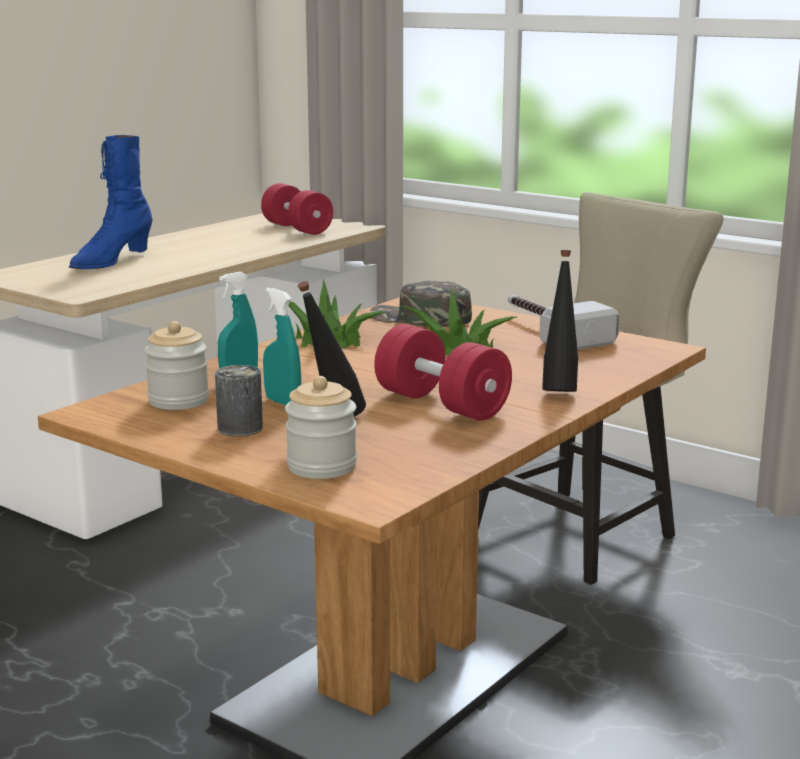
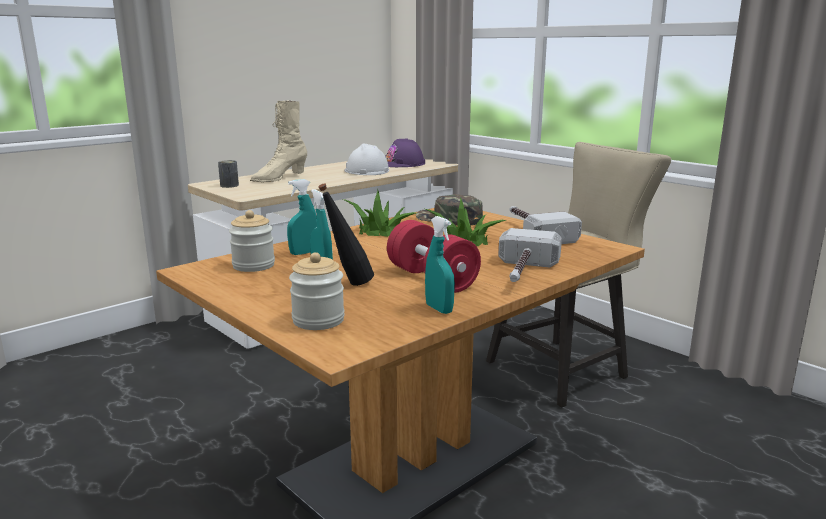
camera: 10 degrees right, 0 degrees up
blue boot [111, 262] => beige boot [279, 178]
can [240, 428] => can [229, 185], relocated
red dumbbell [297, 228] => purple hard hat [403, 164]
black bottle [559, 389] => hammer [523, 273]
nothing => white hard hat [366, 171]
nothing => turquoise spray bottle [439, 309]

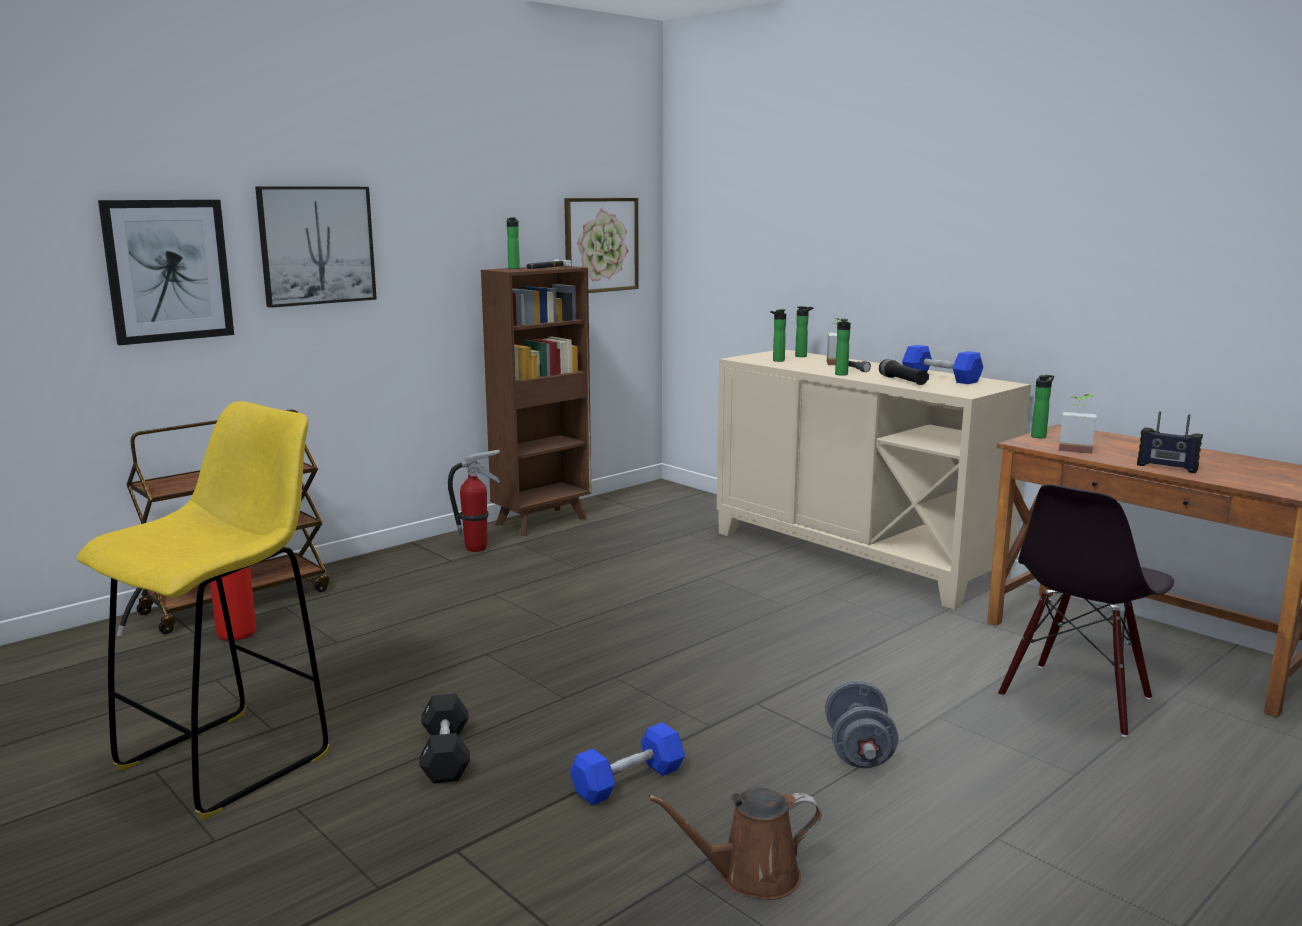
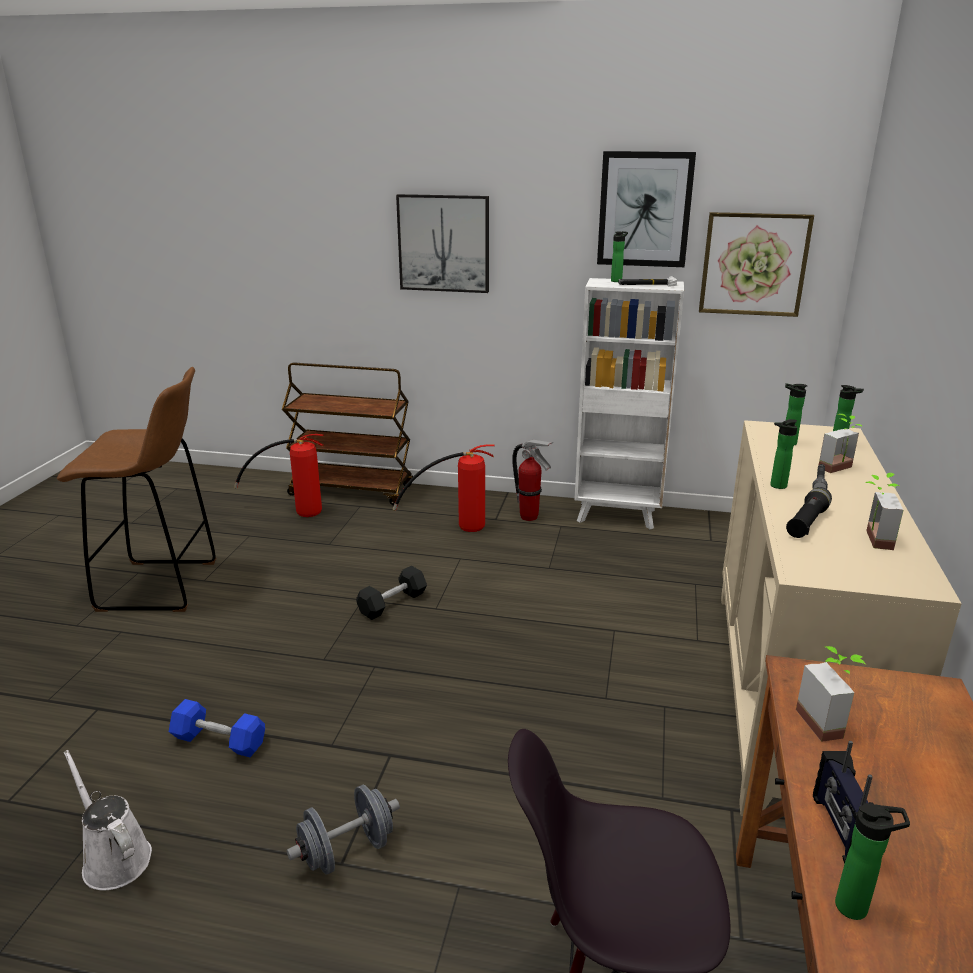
camera: 55 degrees right, 10 degrees up
yellow stool [230, 759] => brown stool [162, 586]
picture [168, 270] => picture [644, 209], relocated
black dumbbell [445, 755] => black dumbbell [392, 603], relocated
brown bookcase [543, 521] => white bookcase [618, 516]
brown watering can [751, 876] => white watering can [114, 857]
blue dumbbell [941, 378] => potted plant [871, 539]
bottle [1039, 436] => bottle [856, 907], relocated
nothing => fire extinguisher [456, 527]

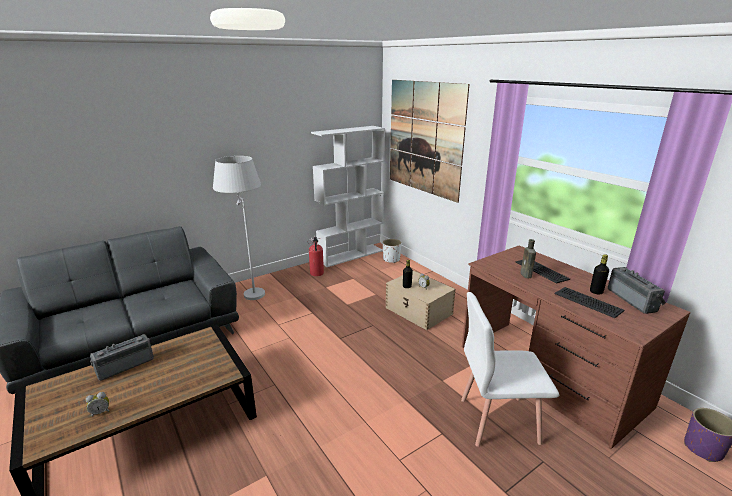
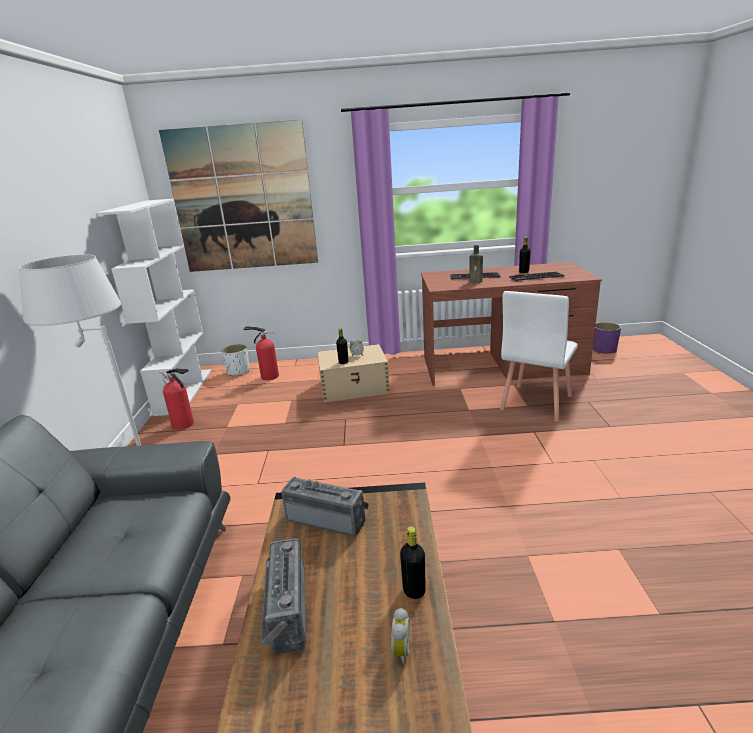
camera: 55 degrees left, 0 degrees up
radio [633, 300] => radio [328, 518], relocated
nothing => fire extinguisher [268, 376]
nothing => black bottle [414, 590]

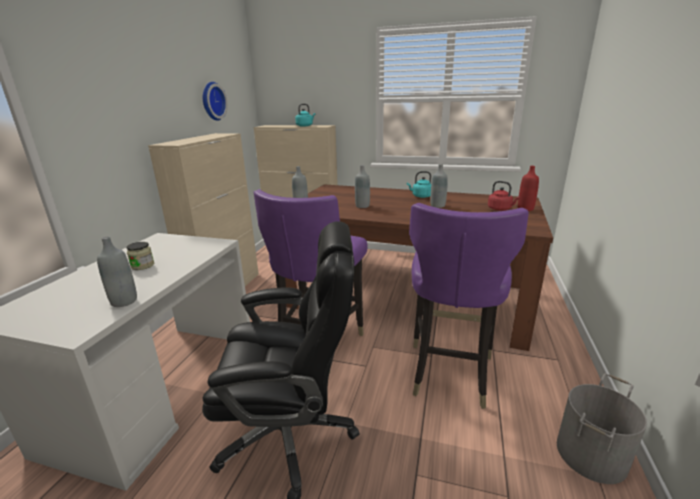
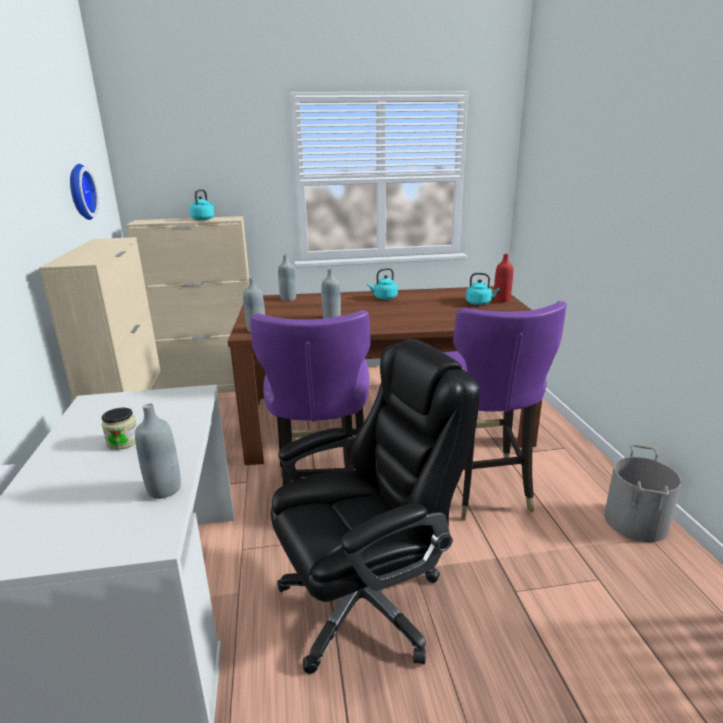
camera: 25 degrees left, 0 degrees up
grey bottle [437, 206] => grey bottle [288, 299], relocated
red kettle [500, 209] => turquoise kettle [479, 303]

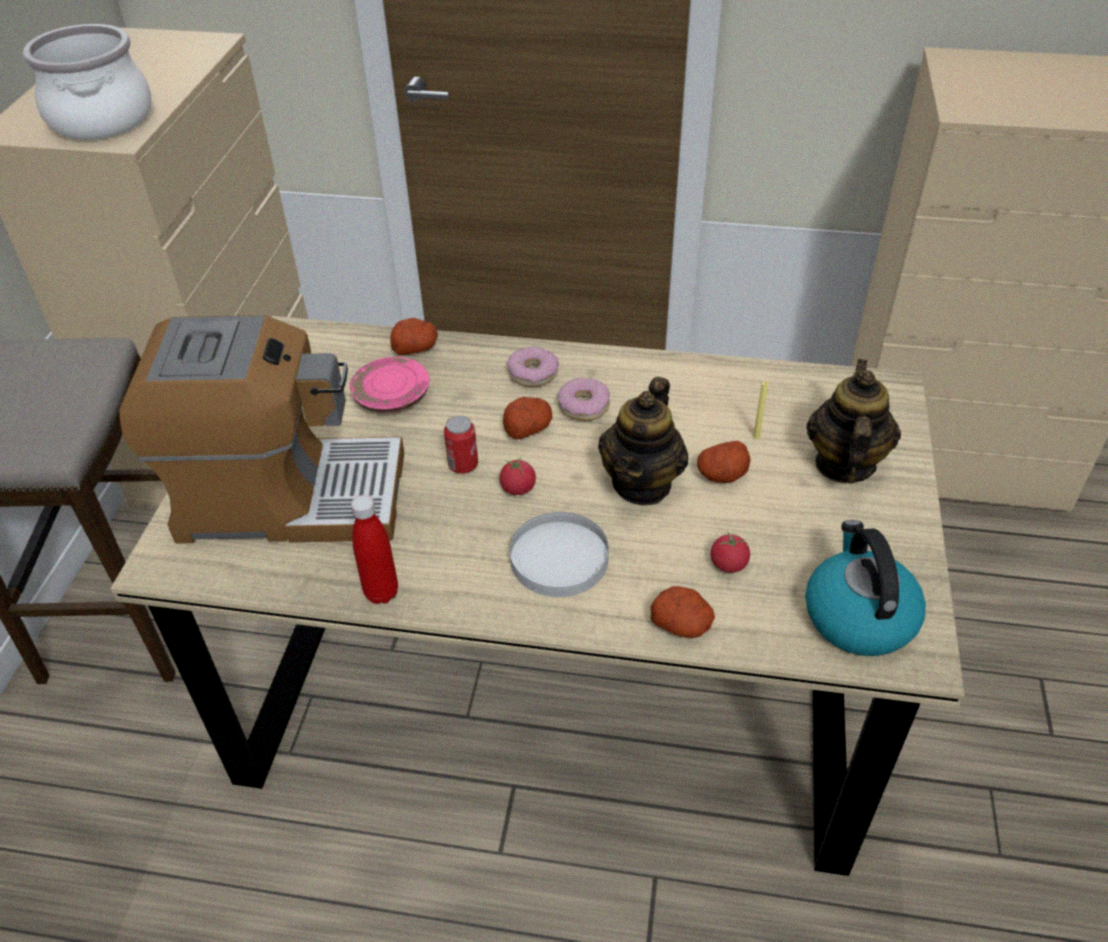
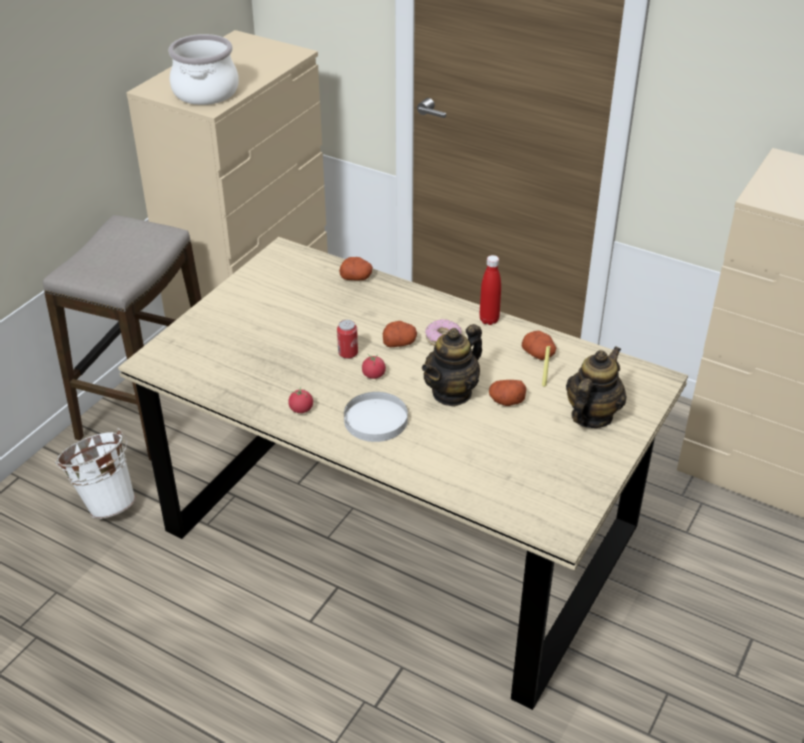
camera: 20 degrees right, 5 degrees down
coffee machine [288, 497] => nothing
pink plate [392, 396] => nothing
red bottle [381, 592] => red bottle [489, 320], relocated
donut [533, 373] => nothing
potato [682, 624] => potato [539, 354], relocated
tomato [728, 564] => tomato [301, 409], relocated
kettle [857, 616] => nothing
nothing => white bucket [106, 501]

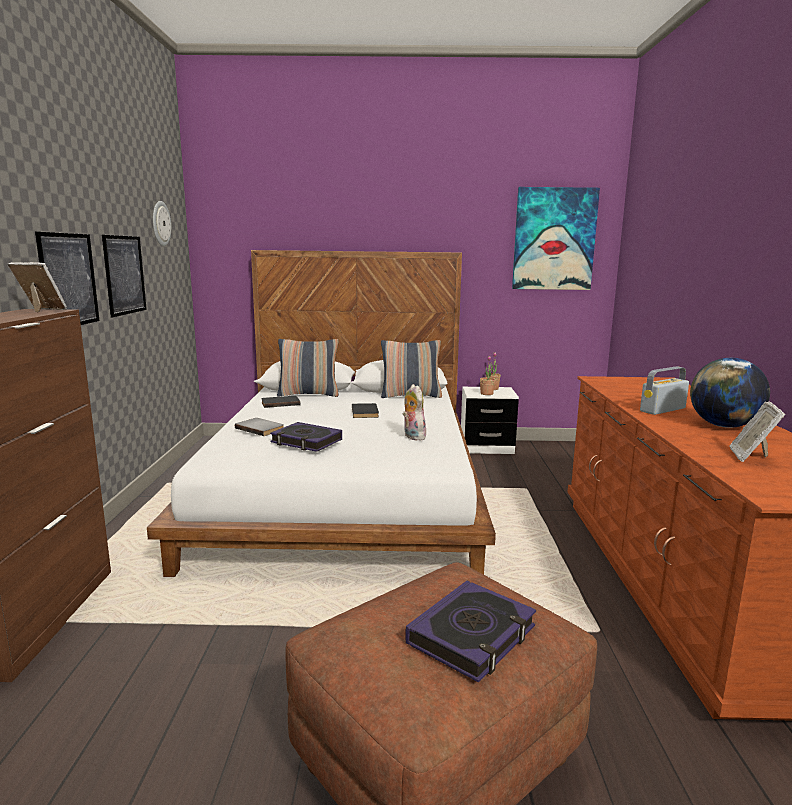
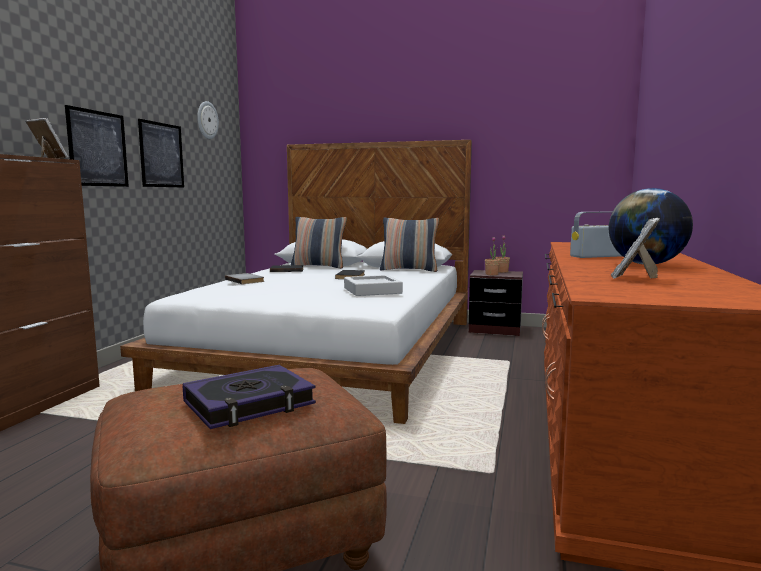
camera: 15 degrees right, 5 degrees down
book [306, 441] => nothing
plush toy [412, 436] => grey tray [372, 290]
white nightstand [486, 447] => brown nightstand [495, 329]
picture [554, 239] => nothing

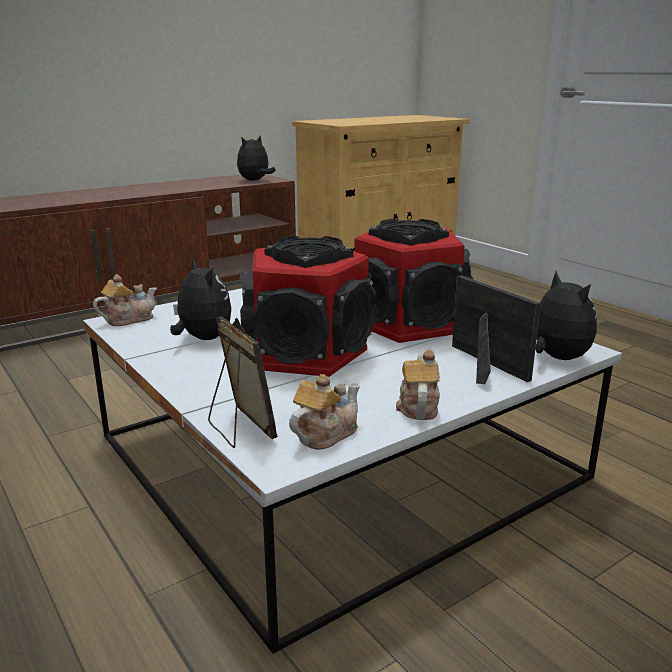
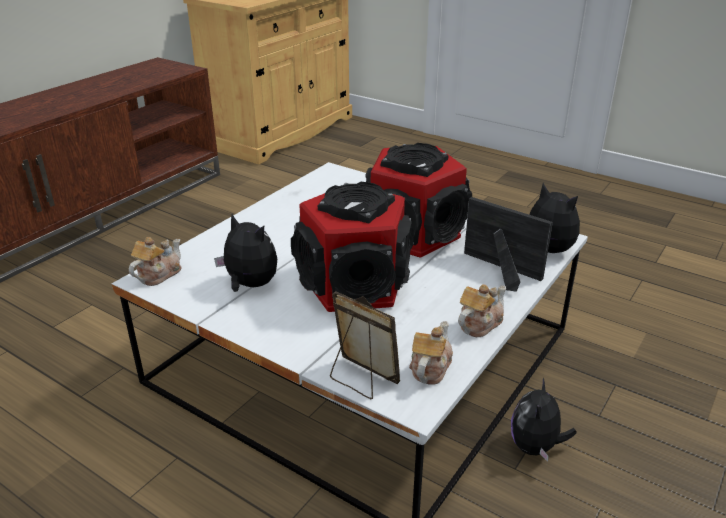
camera: 20 degrees left, 10 degrees up
plush toy [255, 180] => plush toy [535, 447], relocated
teapot [417, 407] => teapot [479, 324], 60 degrees clockwise

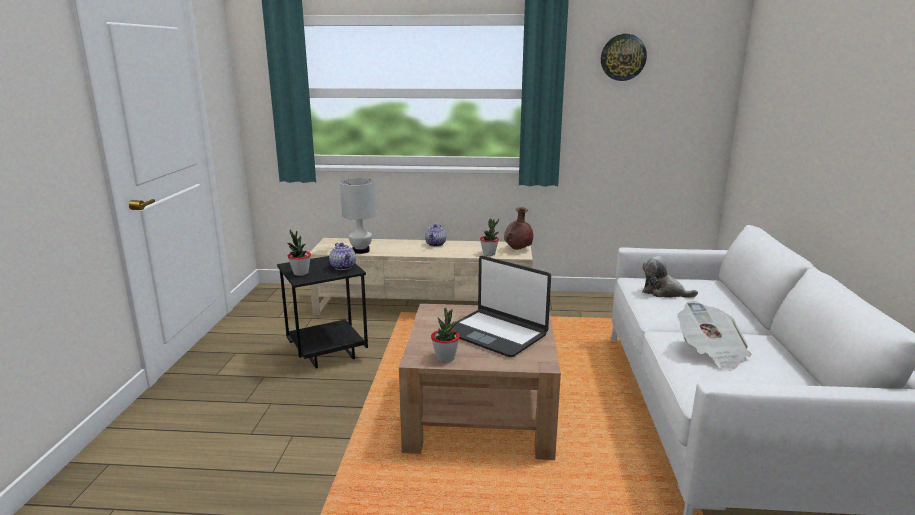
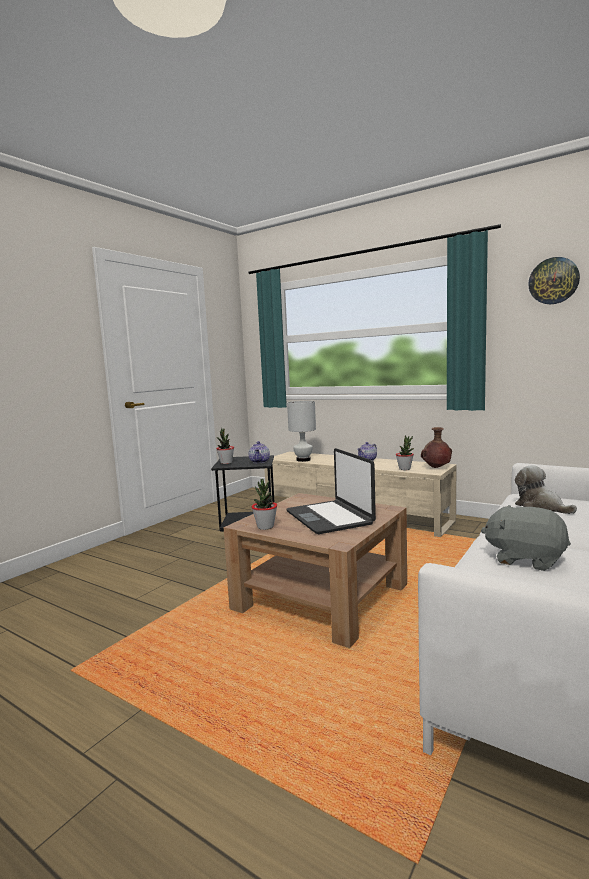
camera: 30 degrees right, 10 degrees down
newspaper [711, 352] => grey plush toy [525, 559]

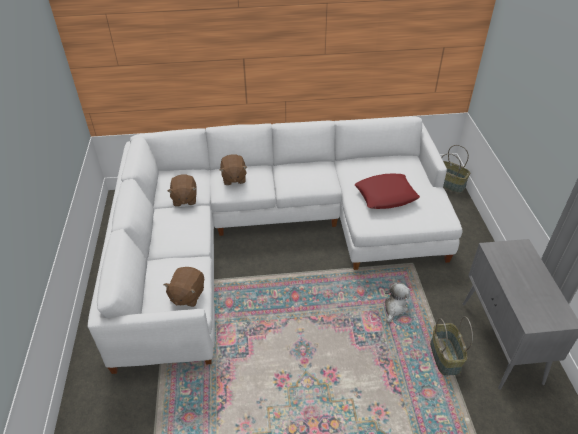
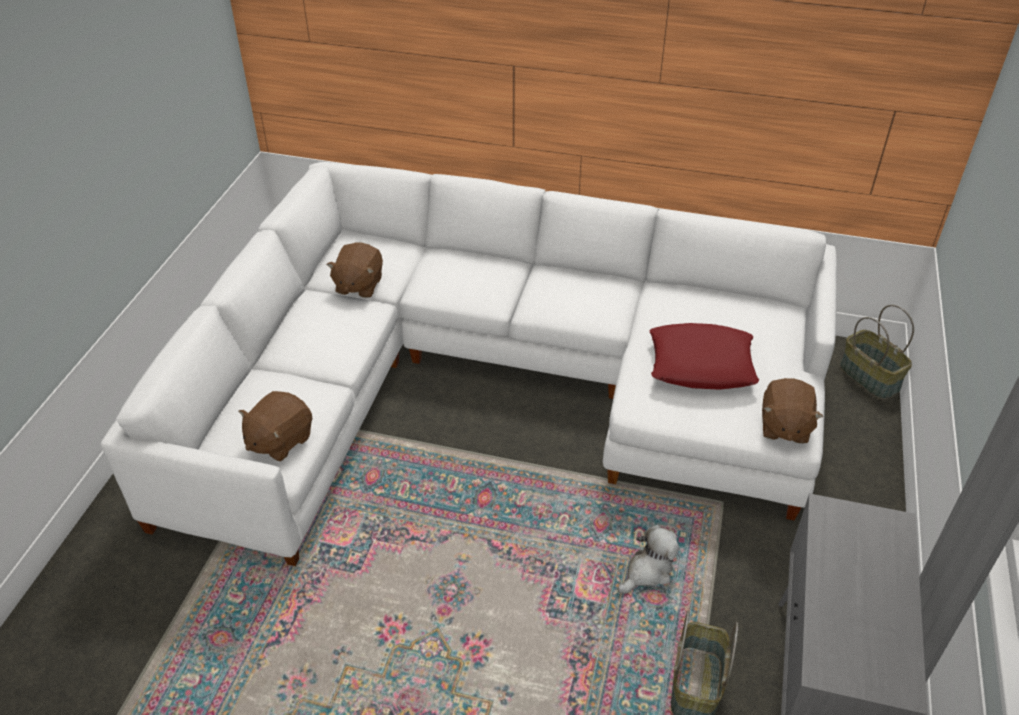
camera: 20 degrees right, 0 degrees up
brown plush toy [233, 178] => brown plush toy [784, 426], relocated

